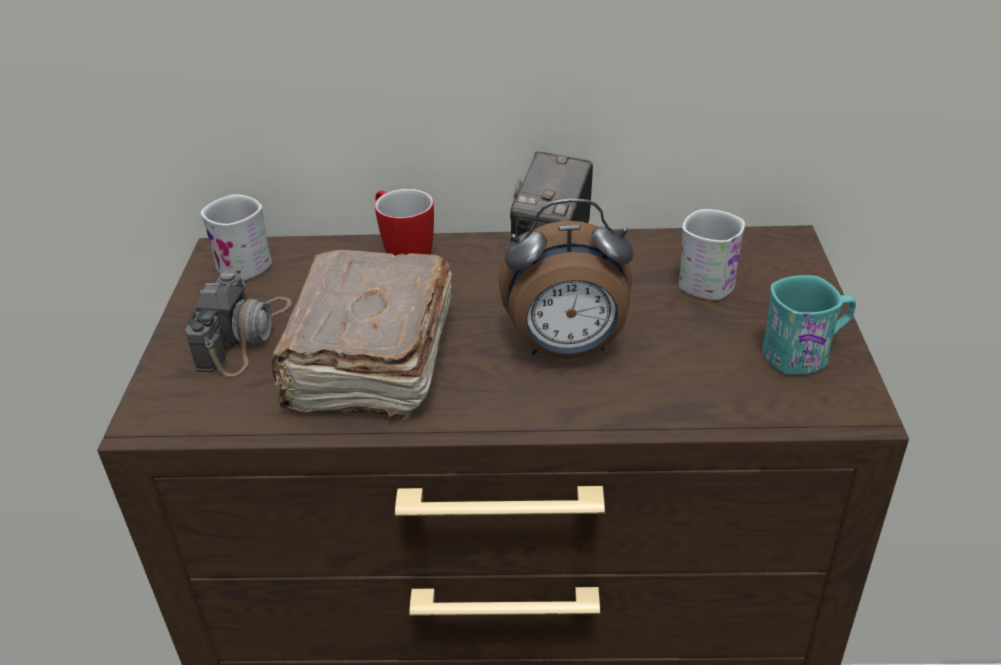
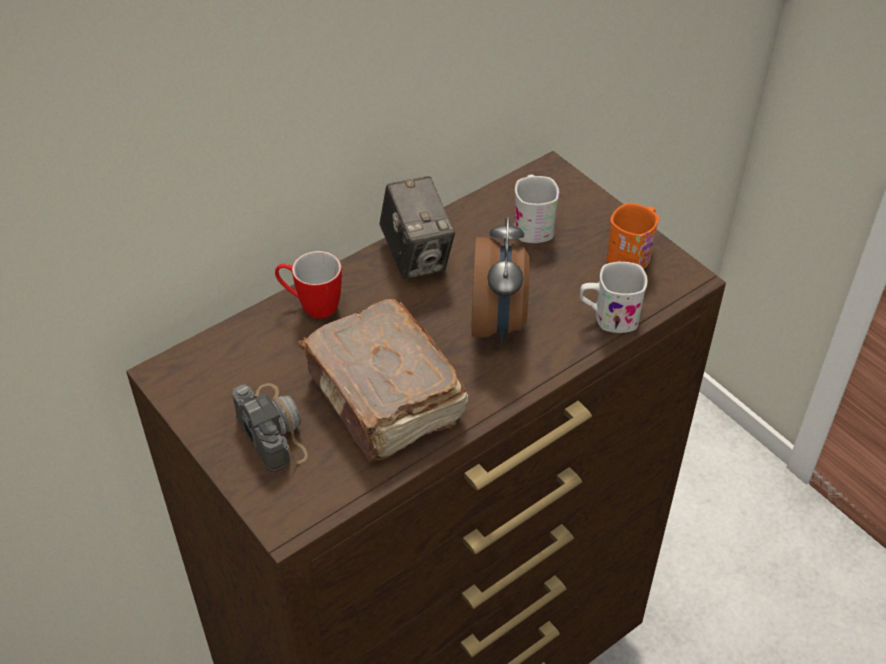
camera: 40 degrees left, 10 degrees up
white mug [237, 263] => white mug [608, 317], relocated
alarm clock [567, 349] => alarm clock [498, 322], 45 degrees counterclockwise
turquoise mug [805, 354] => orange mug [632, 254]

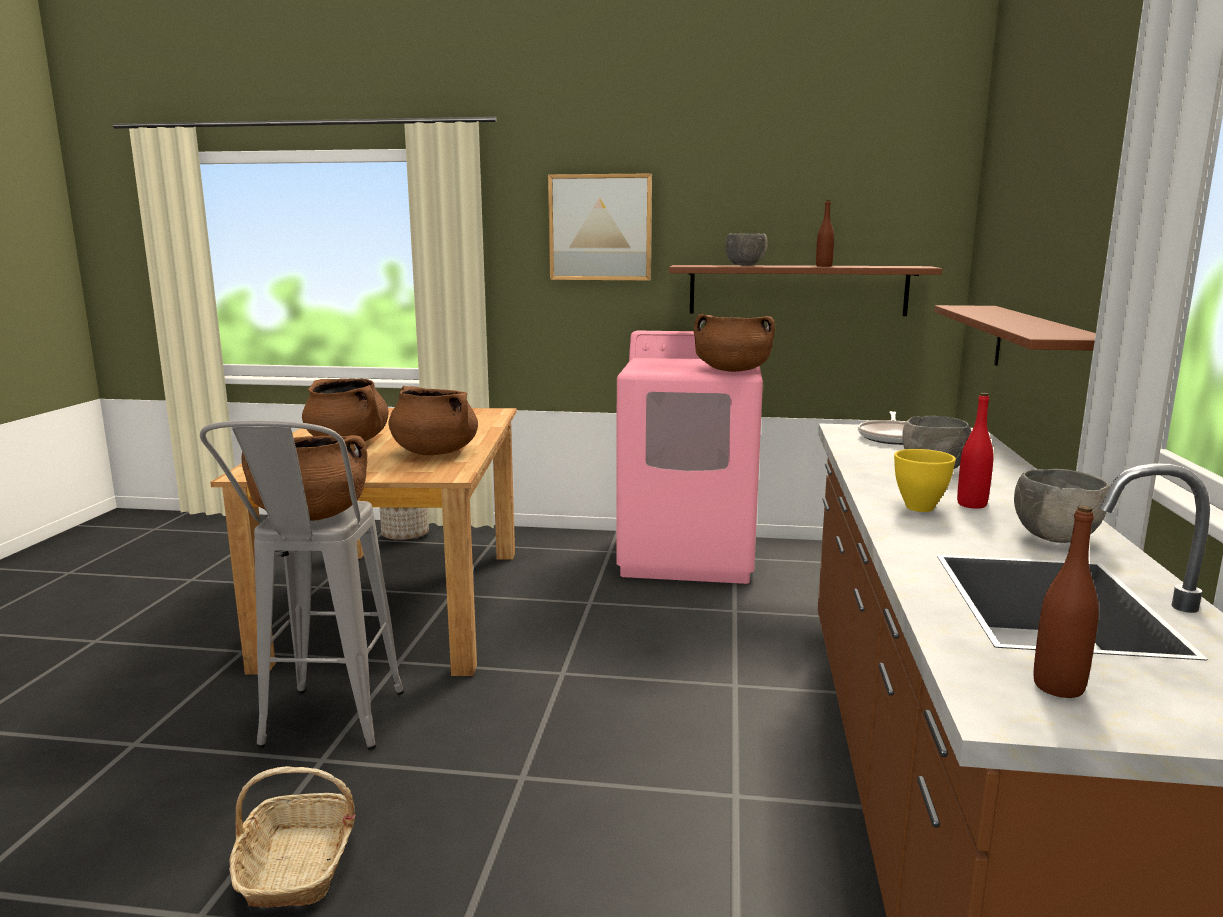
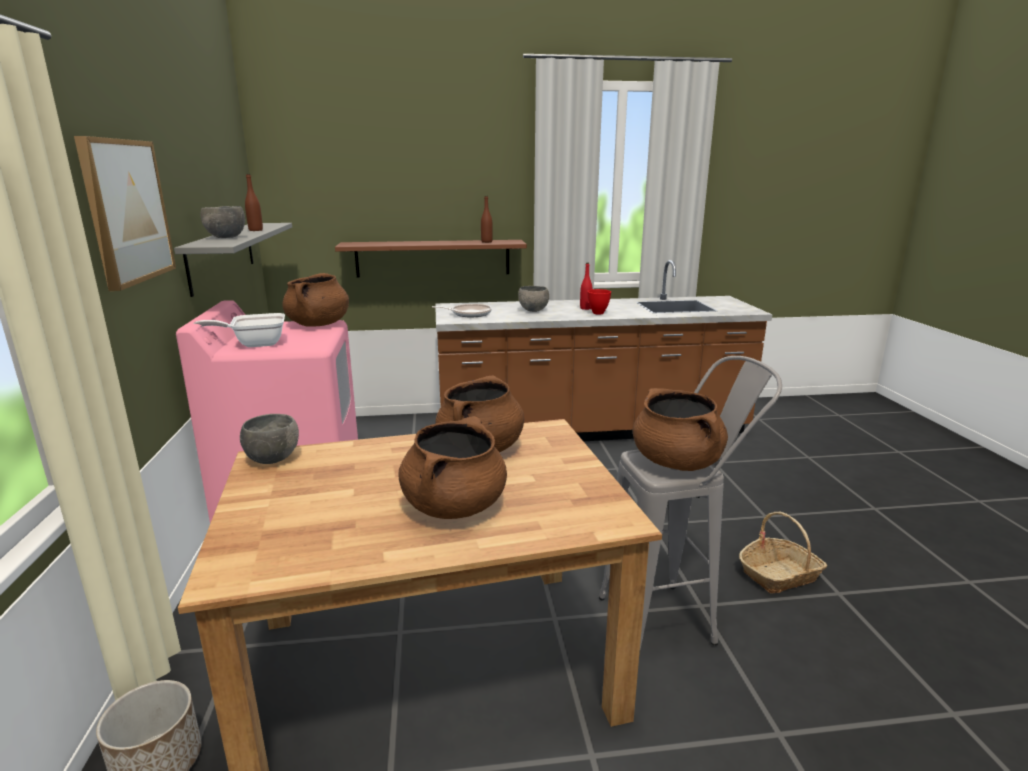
camera: 105 degrees left, 5 degrees up
brown shelf [797, 290] => grey shelf [222, 255]
yellow bowl [919, 507] => red bowl [597, 313]
grey bowl [1056, 538] => grey bowl [273, 459], relocated
brown bottle [1058, 687] => brown bottle [486, 242], relocated
nothing => frying pan [254, 344]

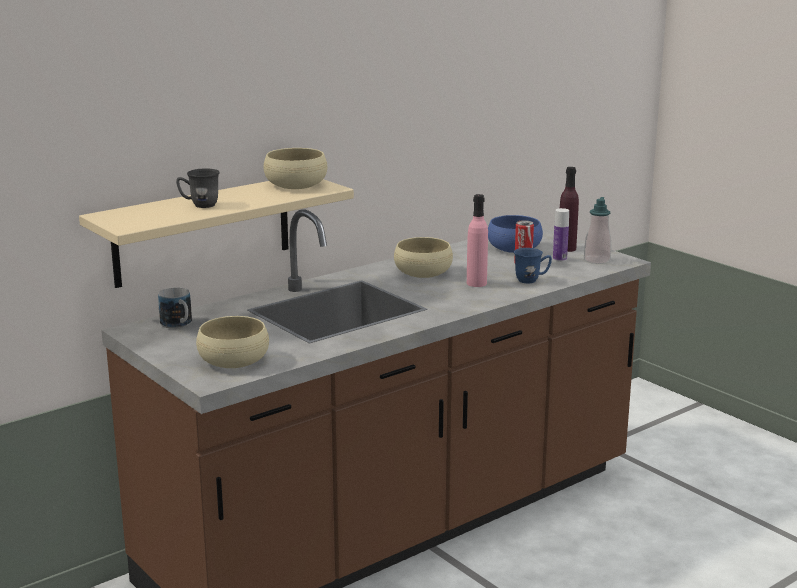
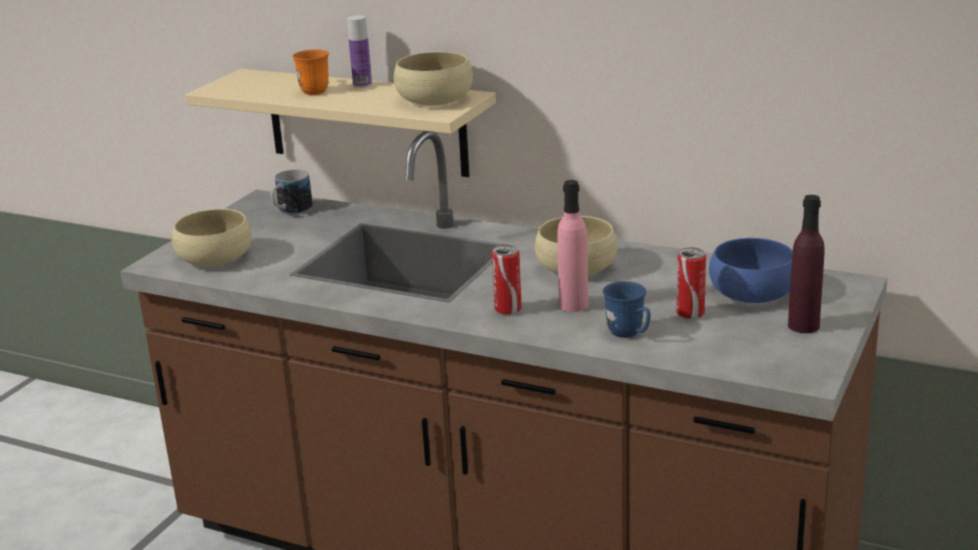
camera: 65 degrees right, 5 degrees up
grey mug [199, 205] => orange mug [312, 89]
bottle [559, 259] => bottle [362, 85], relocated
soap dispenser [597, 260] => nothing
nothing => can [508, 309]

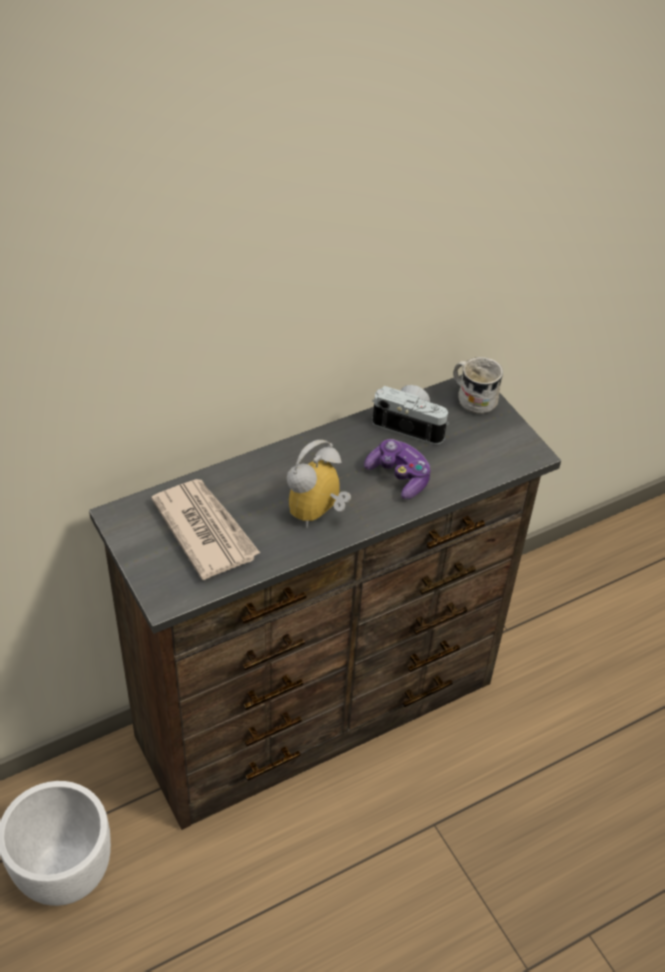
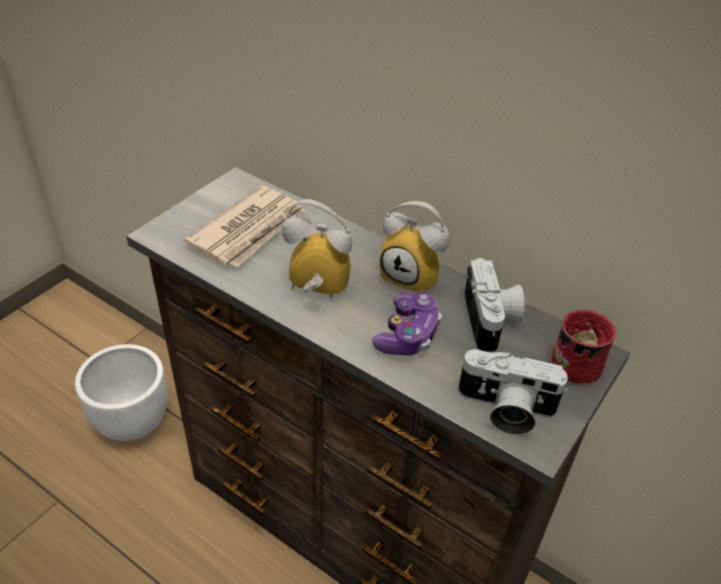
camera: 65 degrees right, 5 degrees down
white mug [472, 398] => red mug [577, 360]
nothing => alarm clock [414, 277]
nothing => photo camera [504, 409]

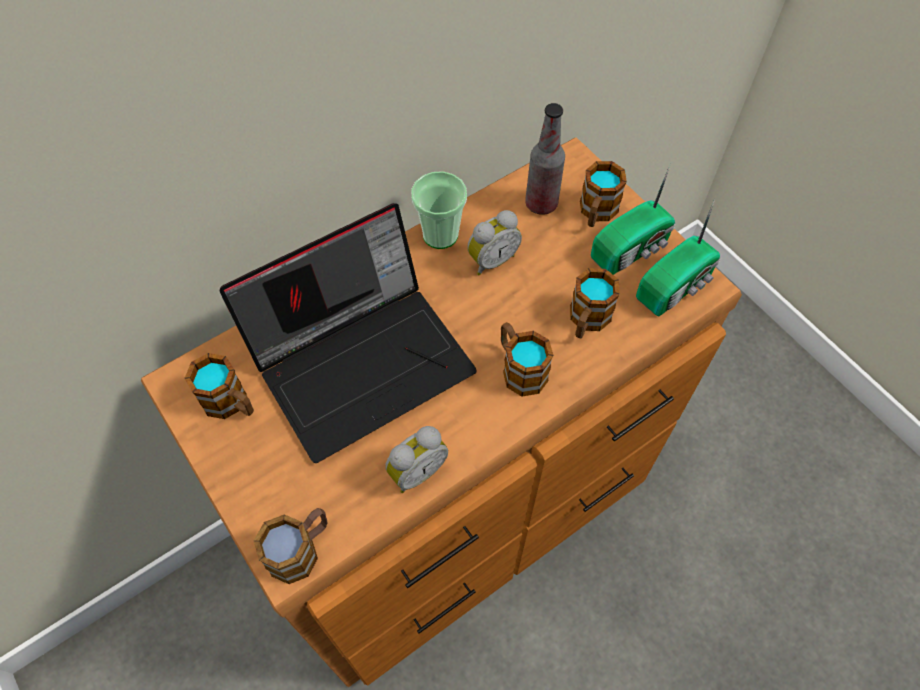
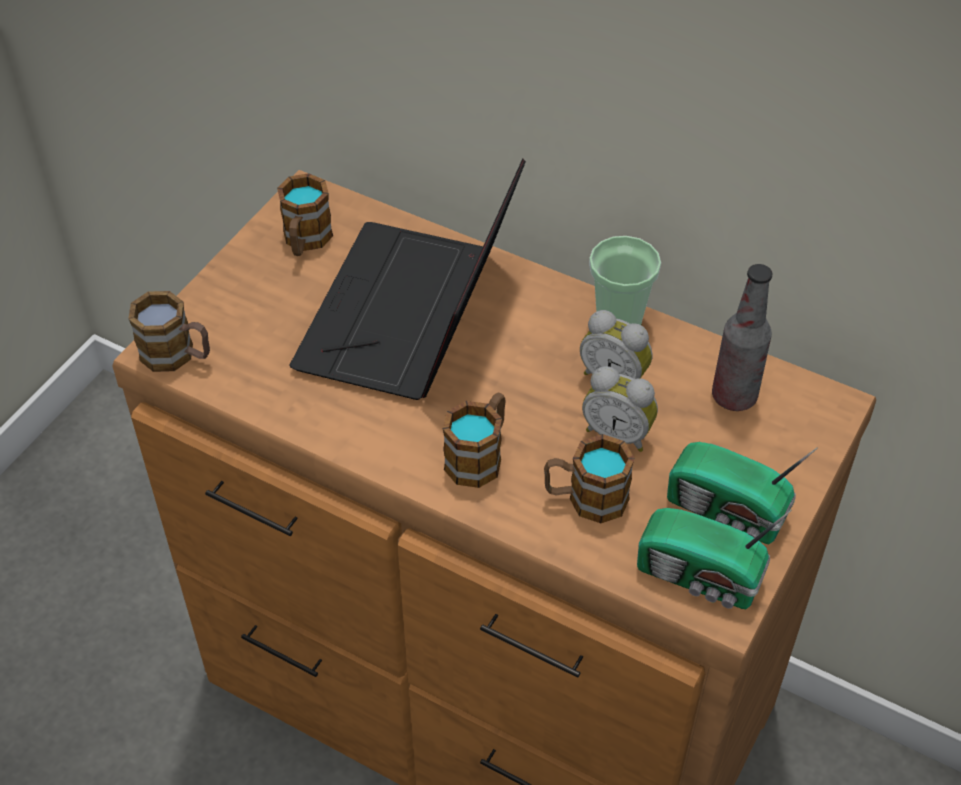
camera: 65 degrees right, 10 degrees down
laptop [363, 360] => laptop [411, 319], 75 degrees clockwise
alarm clock [416, 470] => alarm clock [618, 433], relocated
mug [596, 213] => nothing

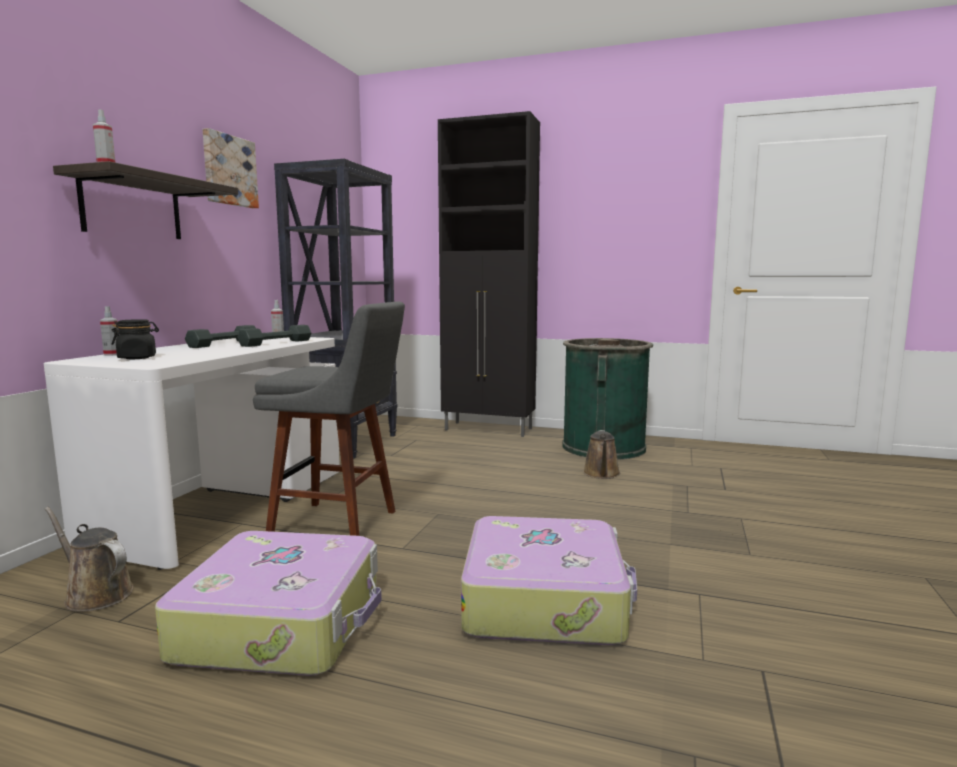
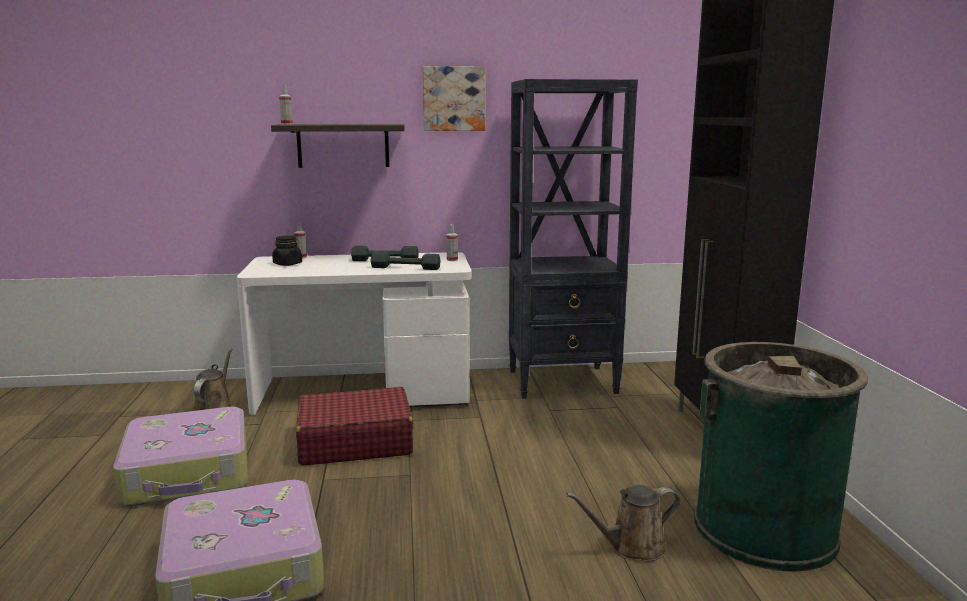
camera: 65 degrees right, 5 degrees up
grey stool [340, 525] => red suitcase [354, 442]

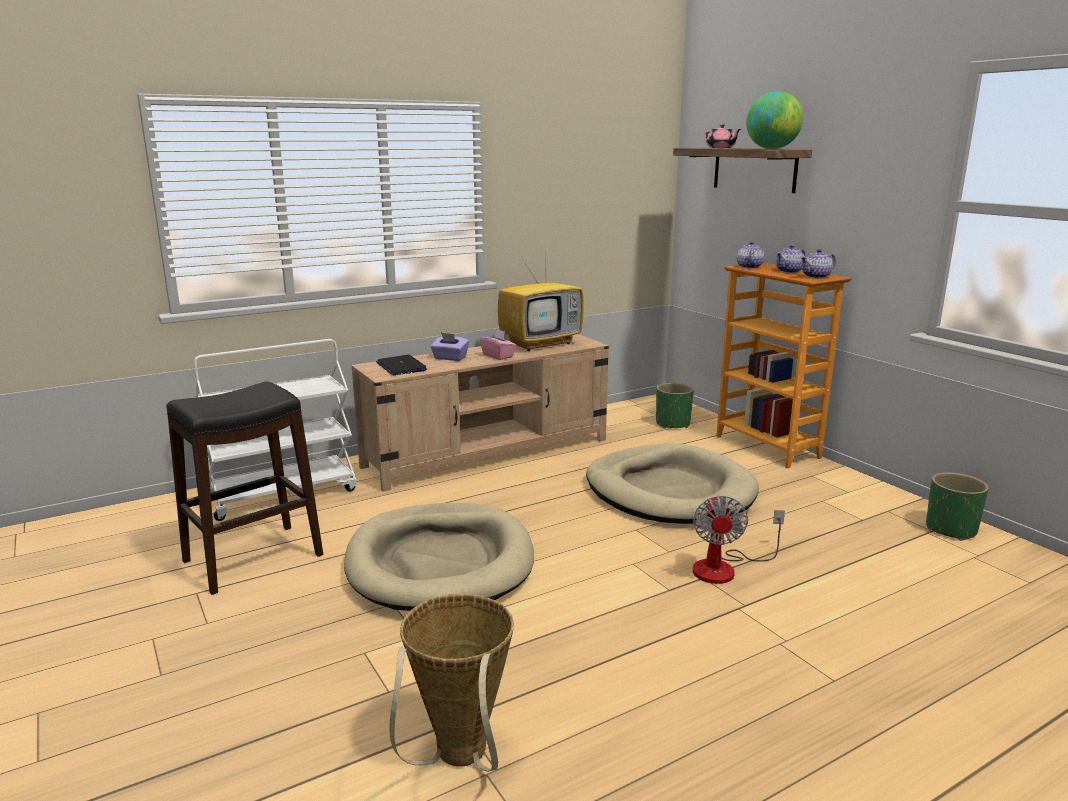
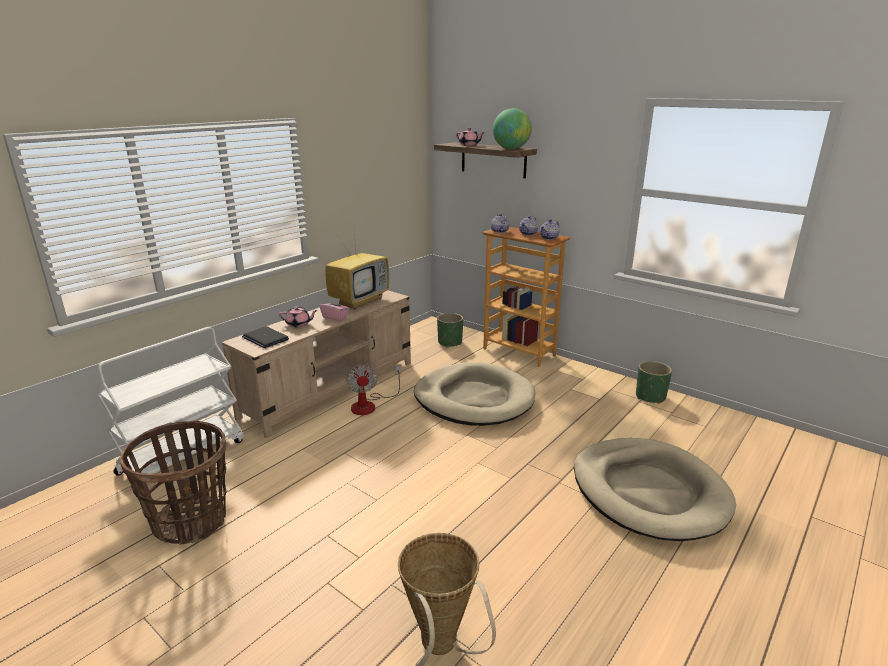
camera: 20 degrees left, 5 degrees up
black stool [254, 558] => basket [191, 521]
beige dog bed [440, 563] => beige dog bed [648, 492], relocated
purple tissue box [450, 358] => pink teapot [299, 324]
fan [725, 568] => fan [369, 404], relocated

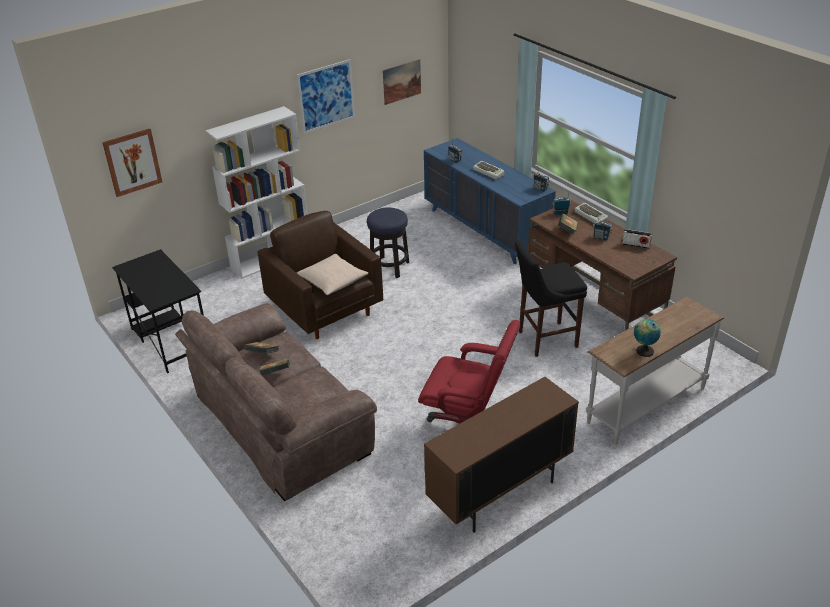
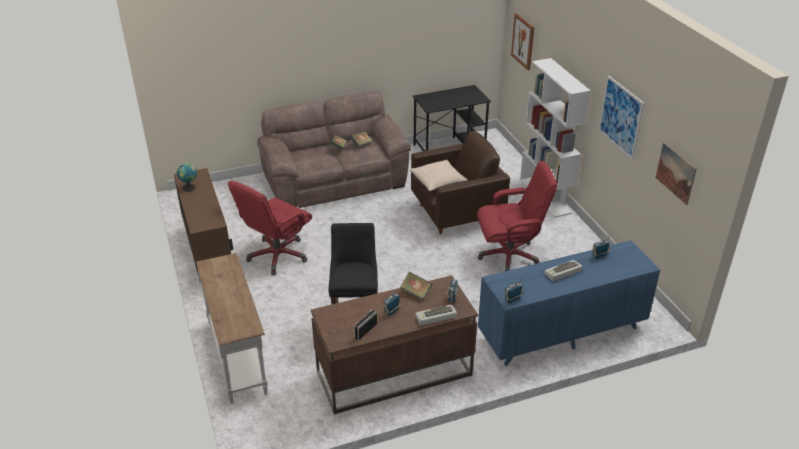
camera: 105 degrees right, 0 degrees up
stool [389, 267] => red office chair [509, 256]
globe [643, 350] => globe [189, 187], relocated

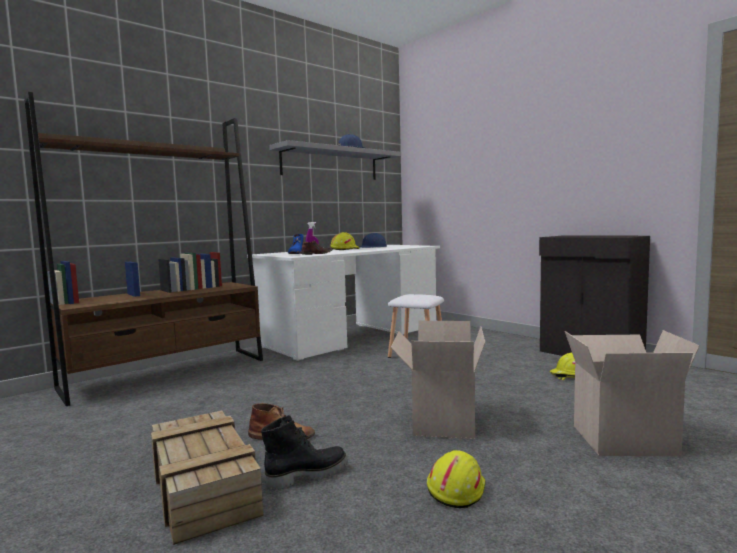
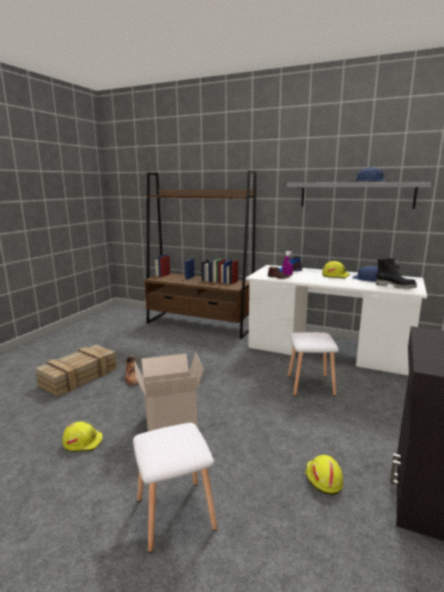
camera: 65 degrees right, 10 degrees up
black boot [307, 475] => black boot [395, 286], relocated
cardboard box [623, 439] => white stool [174, 515]

